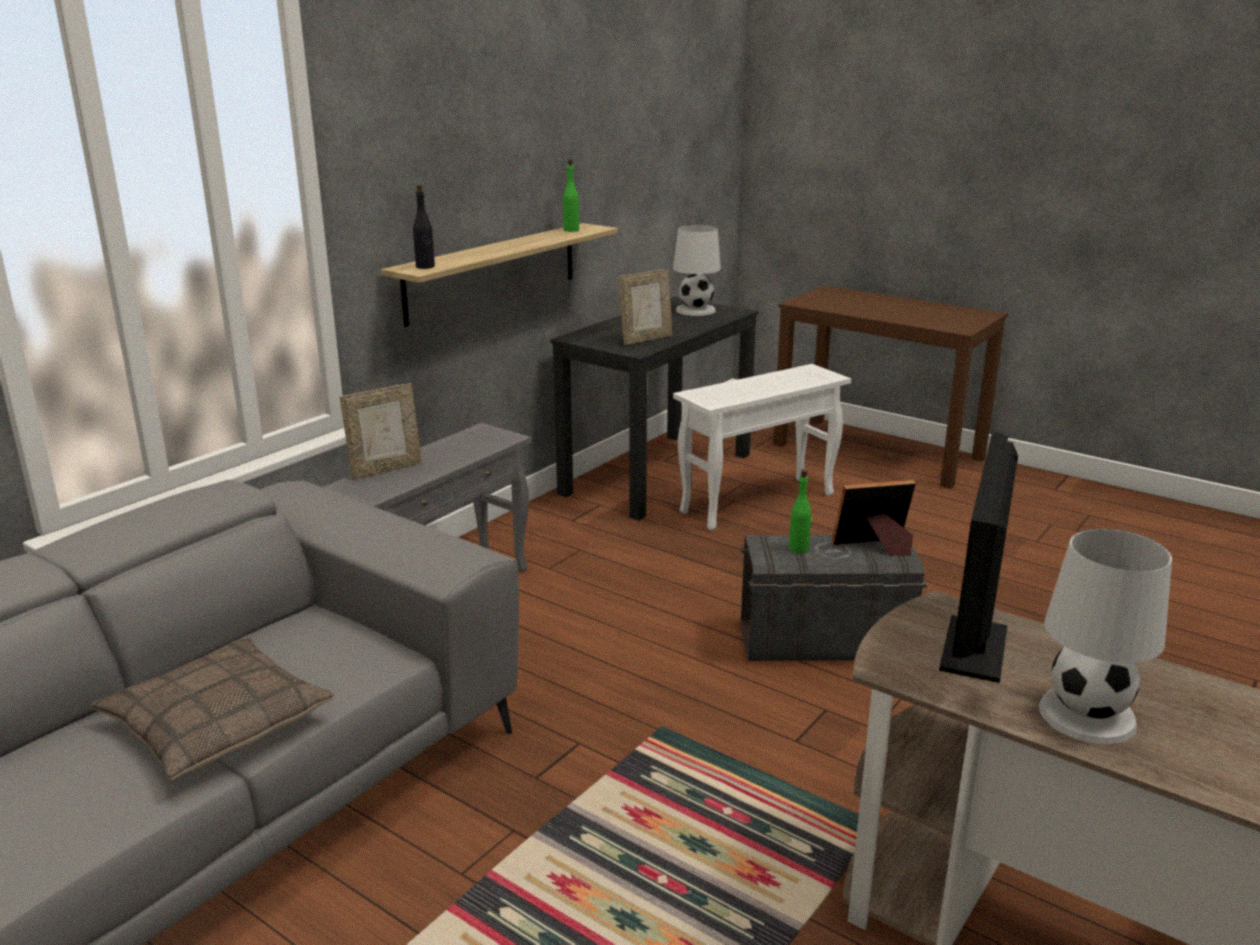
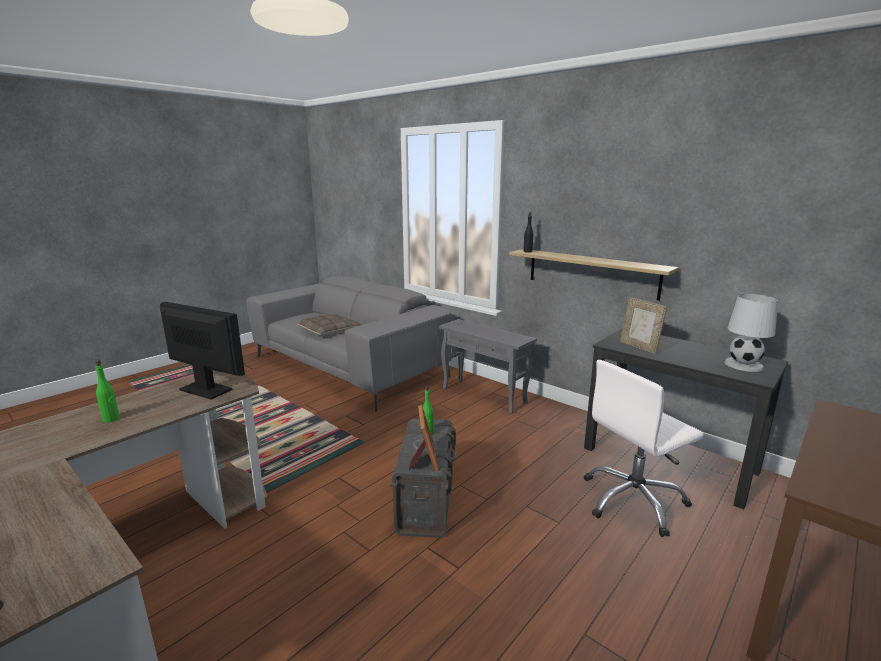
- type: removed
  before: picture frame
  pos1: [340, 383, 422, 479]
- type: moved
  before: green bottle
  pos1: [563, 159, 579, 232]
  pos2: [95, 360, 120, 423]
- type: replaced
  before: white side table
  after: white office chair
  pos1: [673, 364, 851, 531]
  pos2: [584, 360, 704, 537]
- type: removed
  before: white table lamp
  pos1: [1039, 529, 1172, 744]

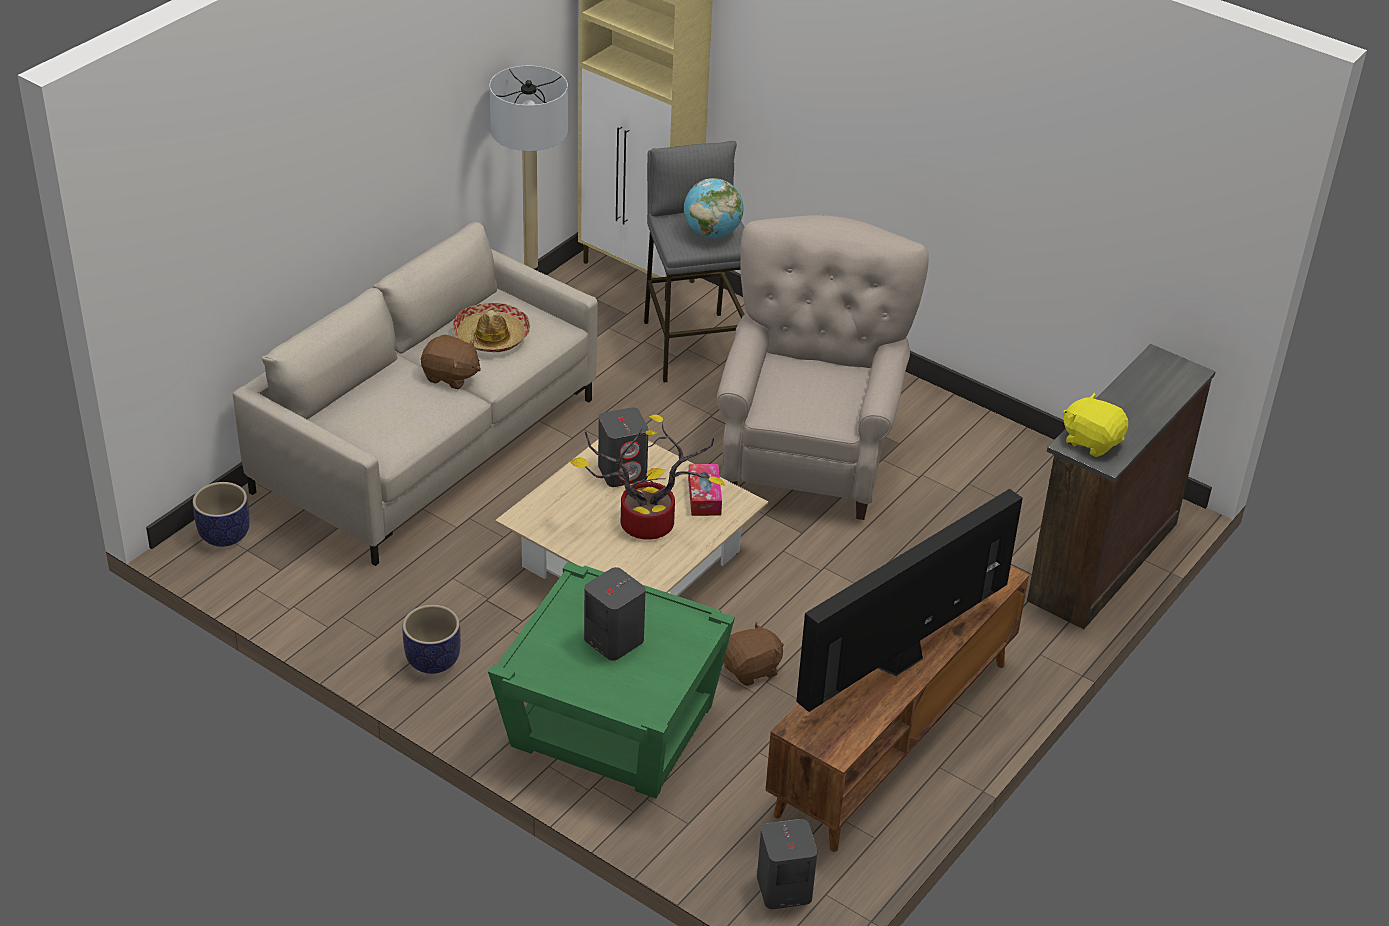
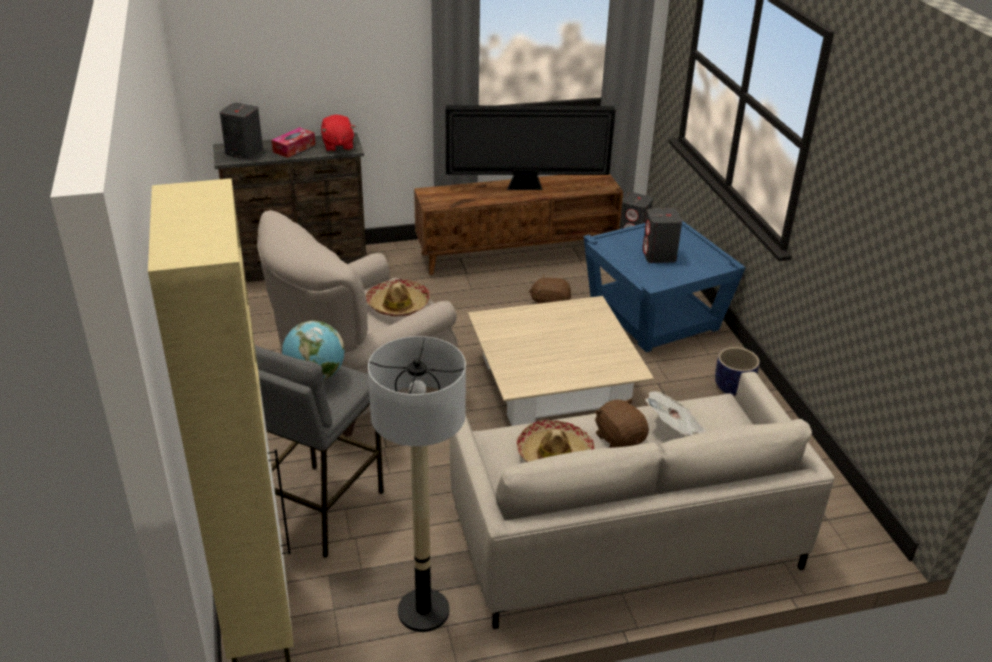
- type: removed
  before: planter
  pos1: [193, 482, 250, 547]
- type: recoloured
  before: green side table
  after: blue side table
  pos1: [488, 562, 735, 798]
  pos2: [584, 221, 746, 352]
- type: removed
  before: potted plant
  pos1: [570, 415, 725, 540]
- type: moved
  before: grey speaker
  pos1: [598, 407, 649, 487]
  pos2: [220, 103, 263, 159]
- type: moved
  before: tissue box
  pos1: [688, 464, 722, 516]
  pos2: [272, 127, 315, 158]
- type: recoloured
  before: yellow plush toy
  after: red plush toy
  pos1: [1063, 393, 1128, 457]
  pos2: [321, 115, 355, 152]
- type: added
  after: hat
  pos2: [366, 279, 430, 316]
- type: added
  after: newspaper
  pos2: [645, 391, 707, 435]

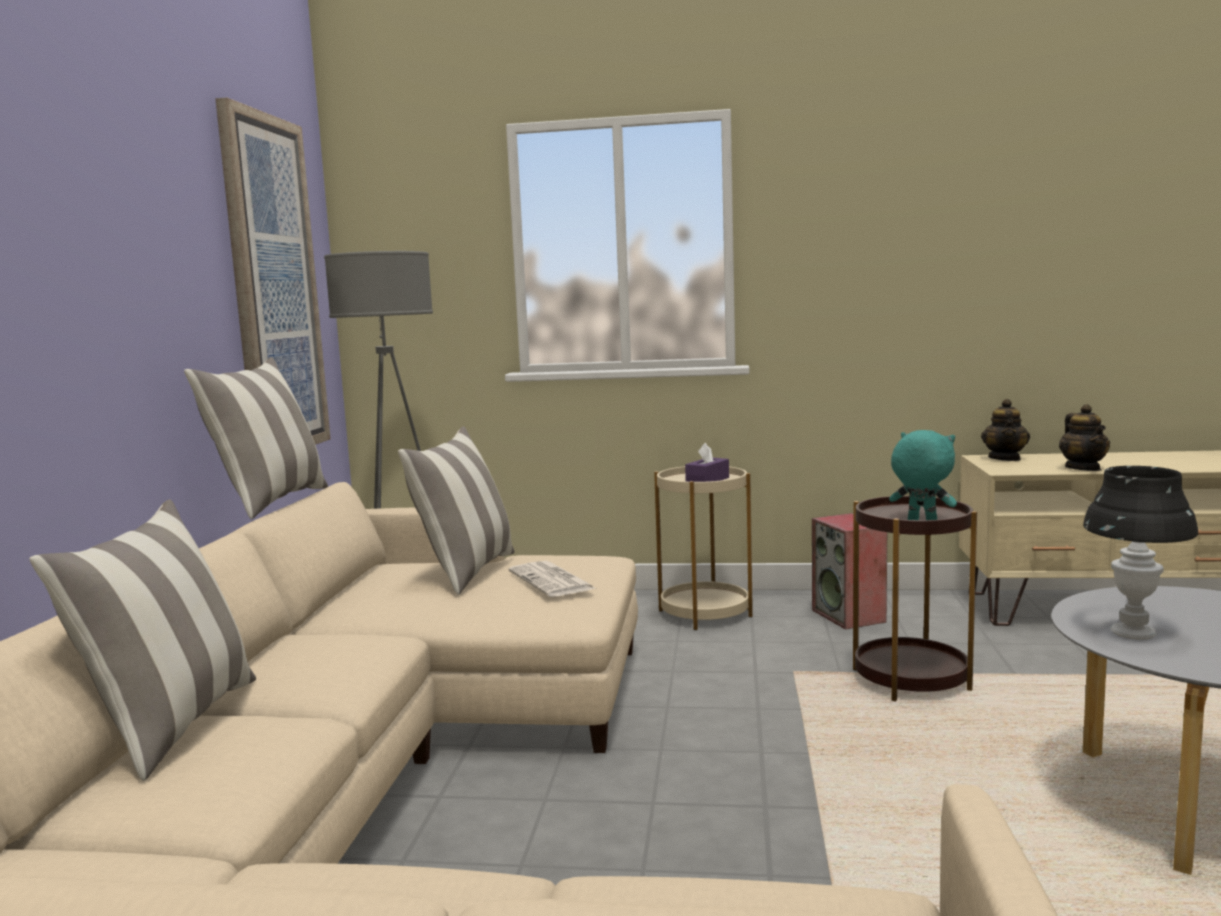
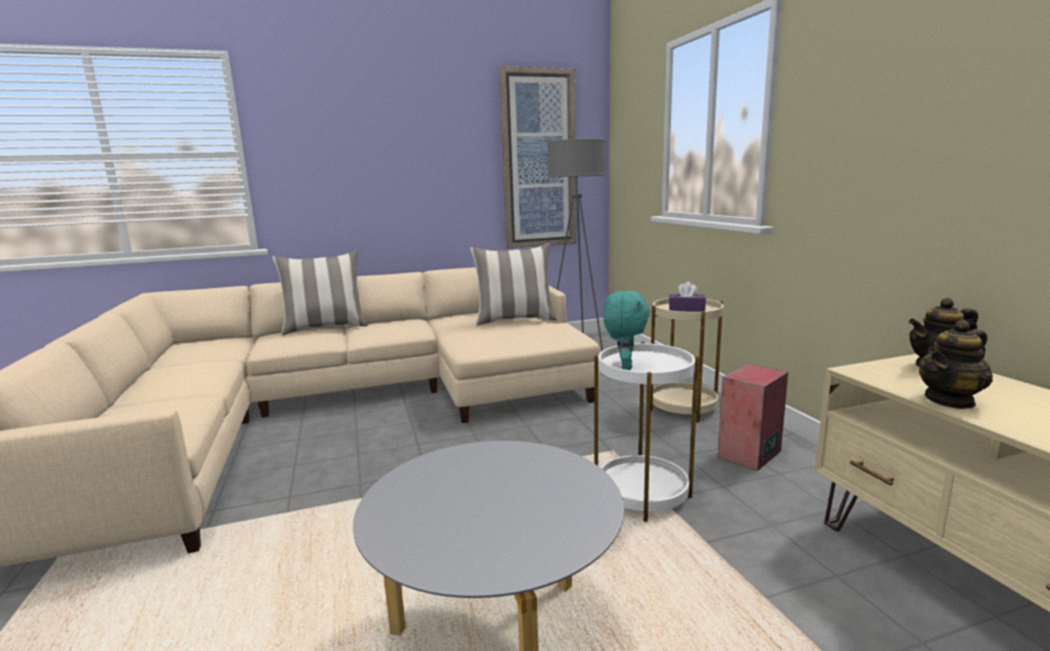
- type: removed
  before: pillow
  pos1: [184, 357, 328, 519]
- type: removed
  before: newspaper
  pos1: [508, 561, 596, 597]
- type: recoloured
  before: brown side table
  after: white side table
  pos1: [853, 496, 977, 701]
  pos2: [594, 341, 699, 522]
- type: removed
  before: black table lamp
  pos1: [1083, 466, 1198, 640]

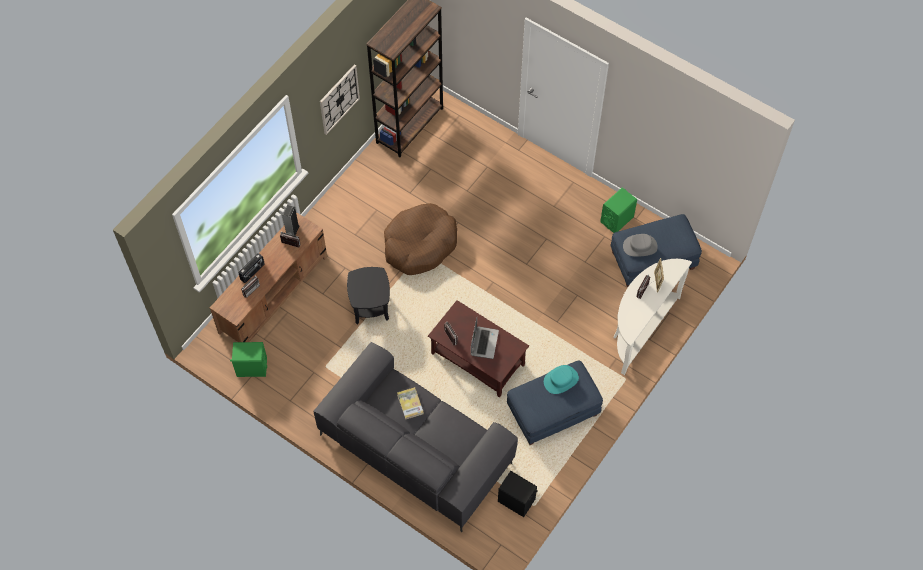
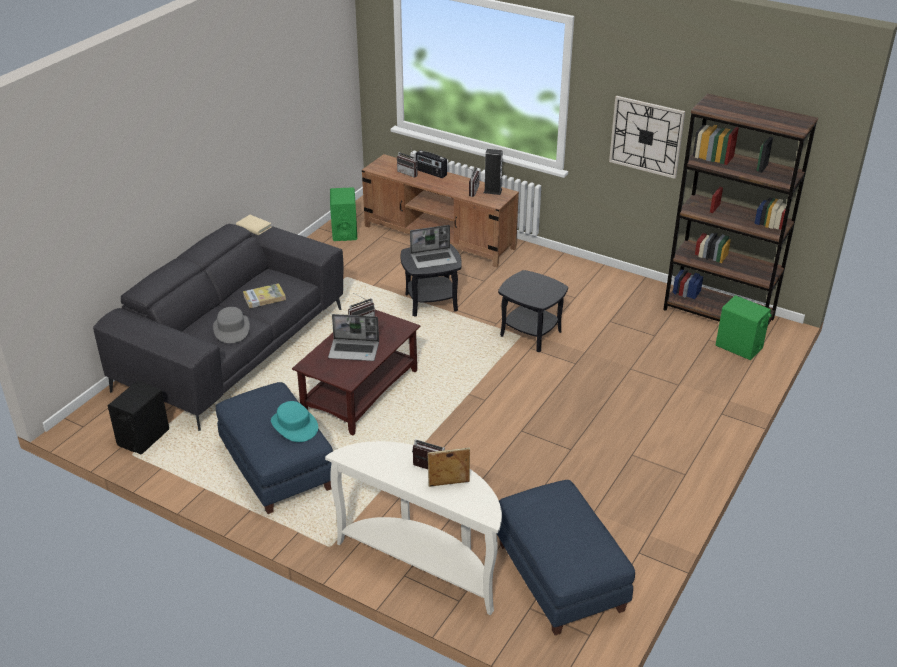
- type: replaced
  before: brown dog bed
  after: black side table
  pos1: [384, 203, 457, 275]
  pos2: [498, 270, 568, 352]
- type: moved
  before: green speaker
  pos1: [600, 188, 637, 233]
  pos2: [716, 295, 772, 360]
- type: moved
  before: grey hat
  pos1: [623, 234, 658, 257]
  pos2: [213, 307, 250, 344]
- type: added
  after: beige book
  pos2: [236, 215, 272, 235]
- type: added
  after: laptop
  pos2: [410, 225, 457, 269]

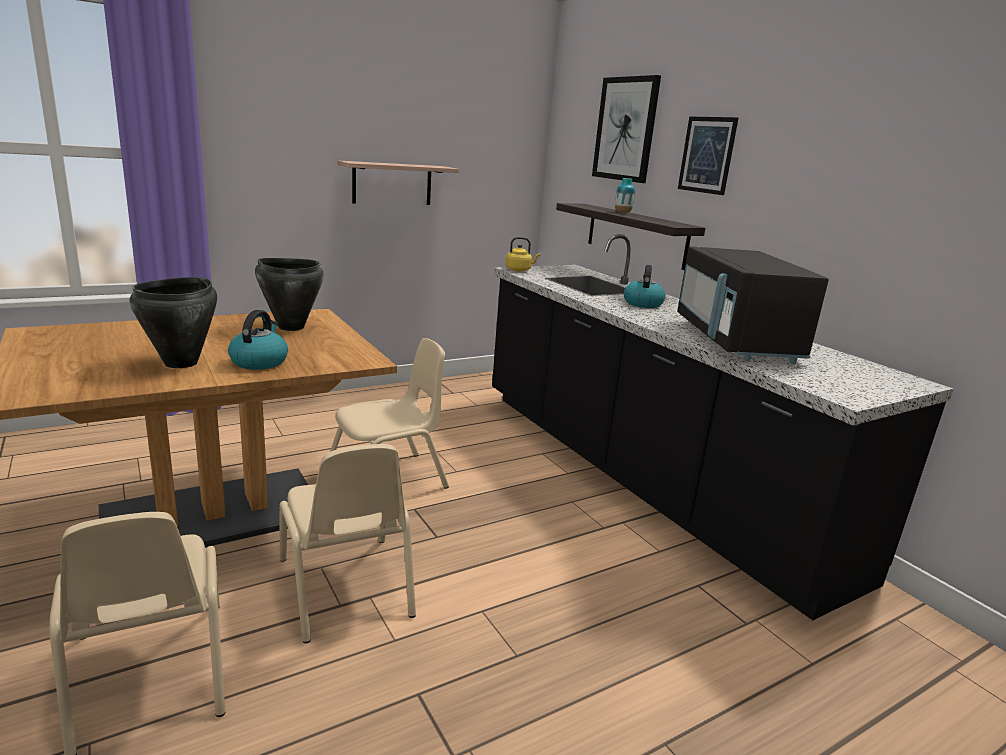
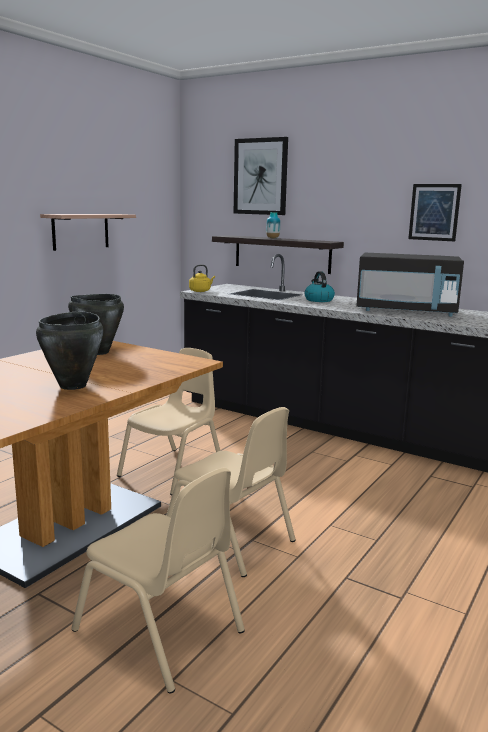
- type: removed
  before: kettle
  pos1: [228, 310, 288, 370]
- type: turned
  before: black microwave
  pos1: [677, 246, 829, 363]
  pos2: [356, 253, 464, 316]
  turn: -45
- type: moved
  before: picture
  pos1: [678, 116, 738, 195]
  pos2: [408, 184, 462, 242]

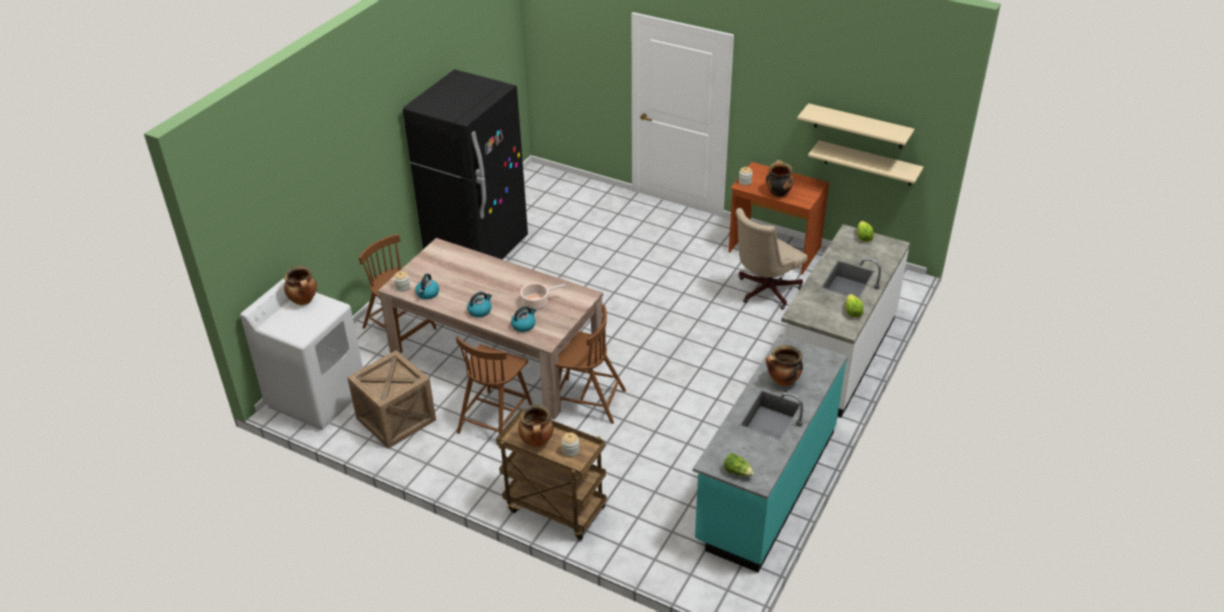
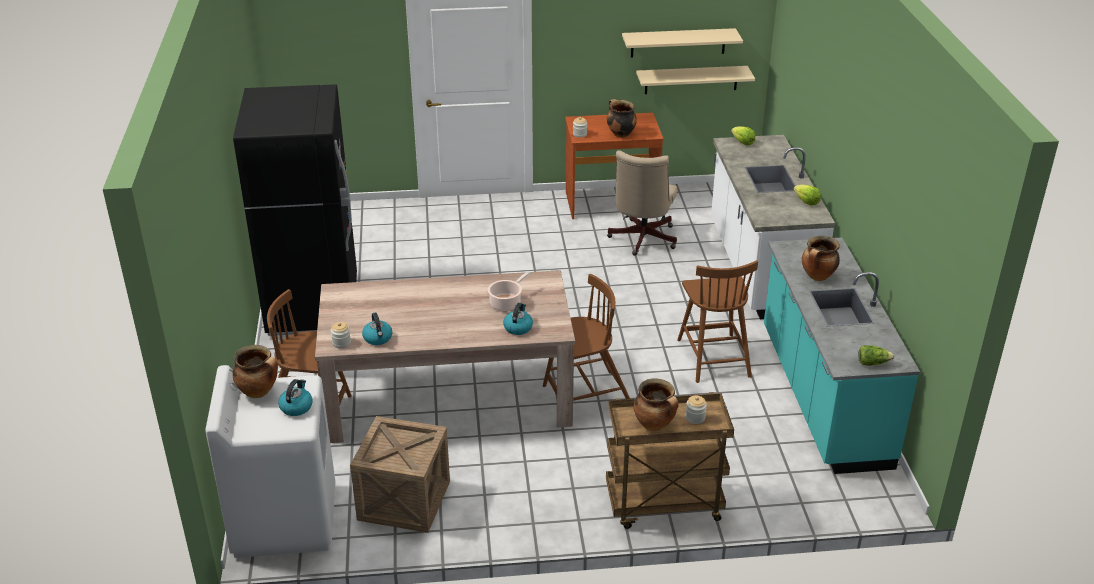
- type: moved
  before: brown chair
  pos1: [456, 336, 533, 448]
  pos2: [677, 260, 758, 383]
- type: moved
  before: kettle
  pos1: [467, 292, 492, 317]
  pos2: [278, 379, 313, 416]

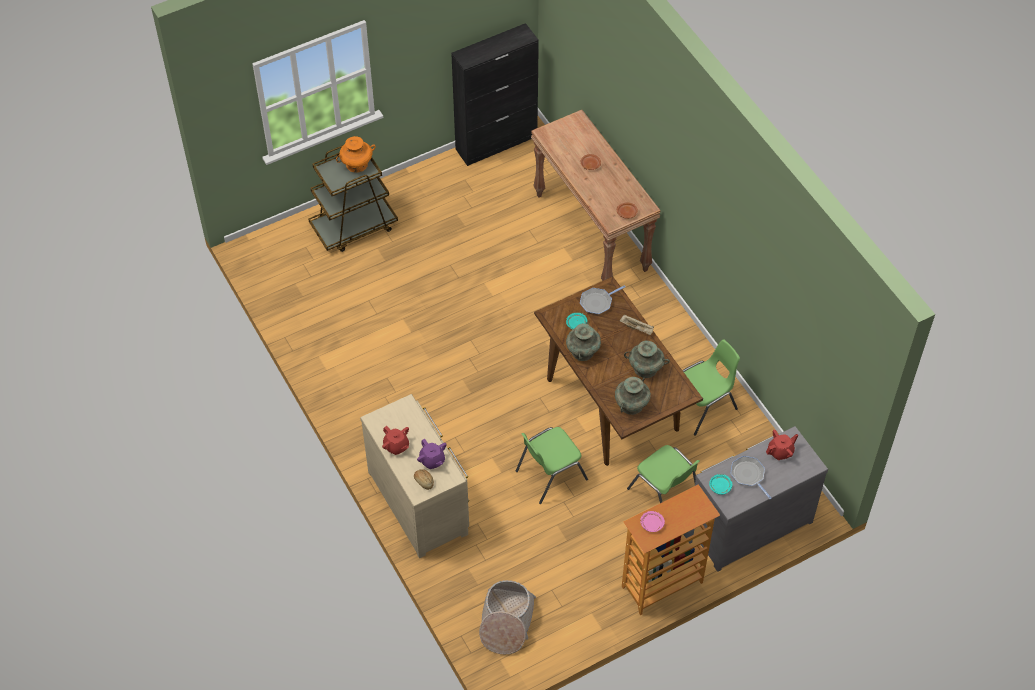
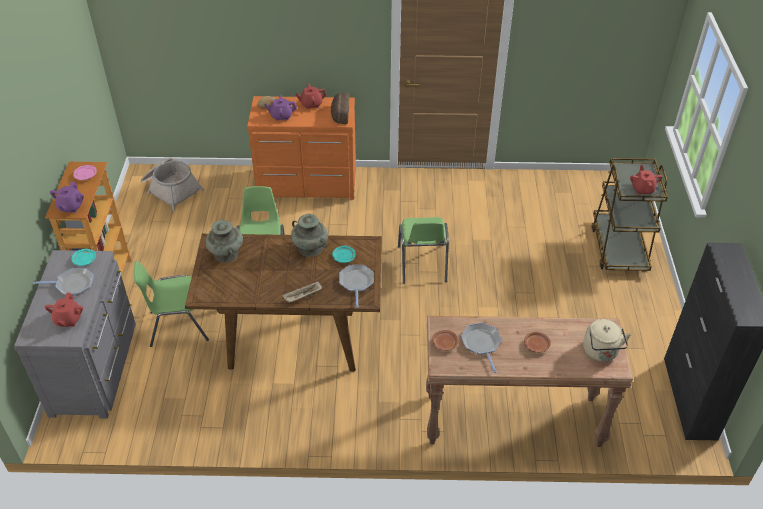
- type: replaced
  before: orange vase
  after: red teapot
  pos1: [336, 136, 376, 173]
  pos2: [630, 165, 662, 195]
- type: recoloured
  before: beige dresser
  after: orange dresser
  pos1: [360, 394, 469, 558]
  pos2: [247, 96, 356, 200]
- type: removed
  before: turquoise vase
  pos1: [624, 340, 670, 378]
- type: moved
  before: green chair
  pos1: [682, 339, 740, 436]
  pos2: [398, 217, 449, 284]
- type: added
  after: purple teapot
  pos2: [50, 181, 84, 213]
- type: added
  after: bread
  pos2: [331, 93, 349, 124]
- type: added
  after: frying pan
  pos2: [461, 323, 502, 373]
- type: added
  after: beige kettle
  pos2: [583, 319, 631, 362]

